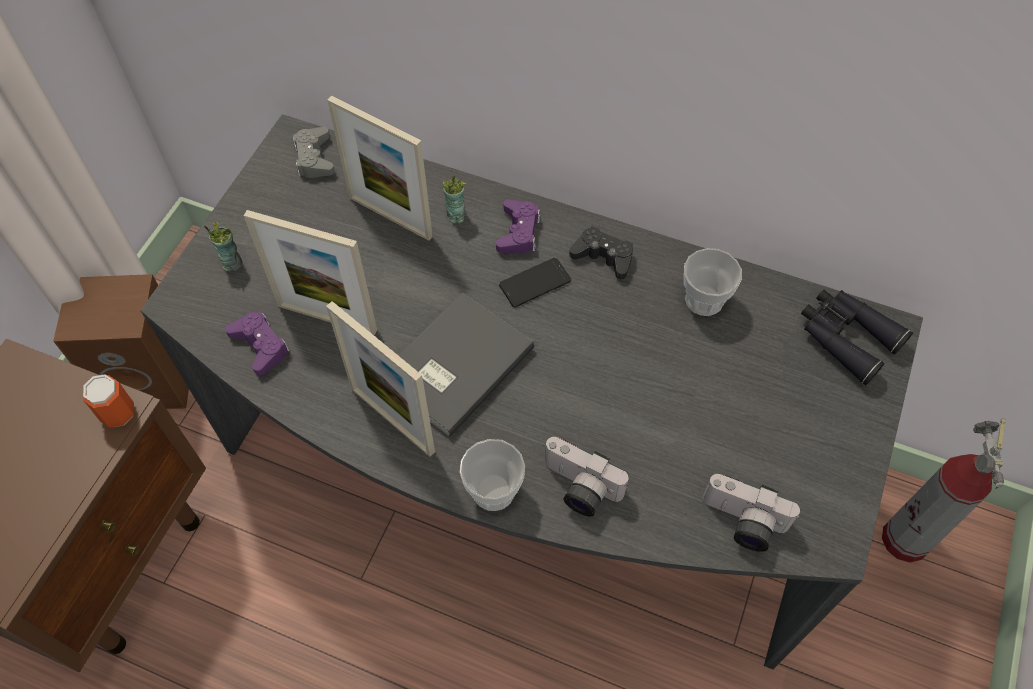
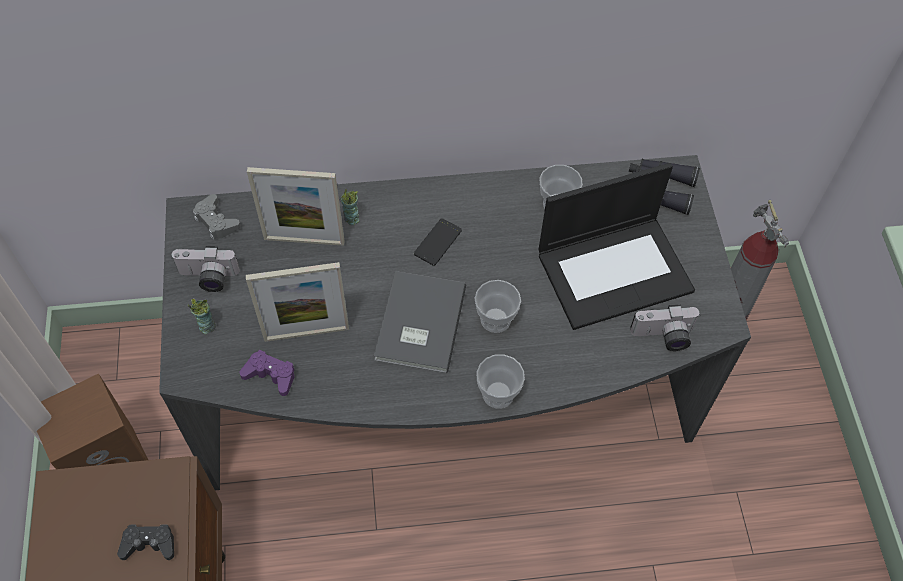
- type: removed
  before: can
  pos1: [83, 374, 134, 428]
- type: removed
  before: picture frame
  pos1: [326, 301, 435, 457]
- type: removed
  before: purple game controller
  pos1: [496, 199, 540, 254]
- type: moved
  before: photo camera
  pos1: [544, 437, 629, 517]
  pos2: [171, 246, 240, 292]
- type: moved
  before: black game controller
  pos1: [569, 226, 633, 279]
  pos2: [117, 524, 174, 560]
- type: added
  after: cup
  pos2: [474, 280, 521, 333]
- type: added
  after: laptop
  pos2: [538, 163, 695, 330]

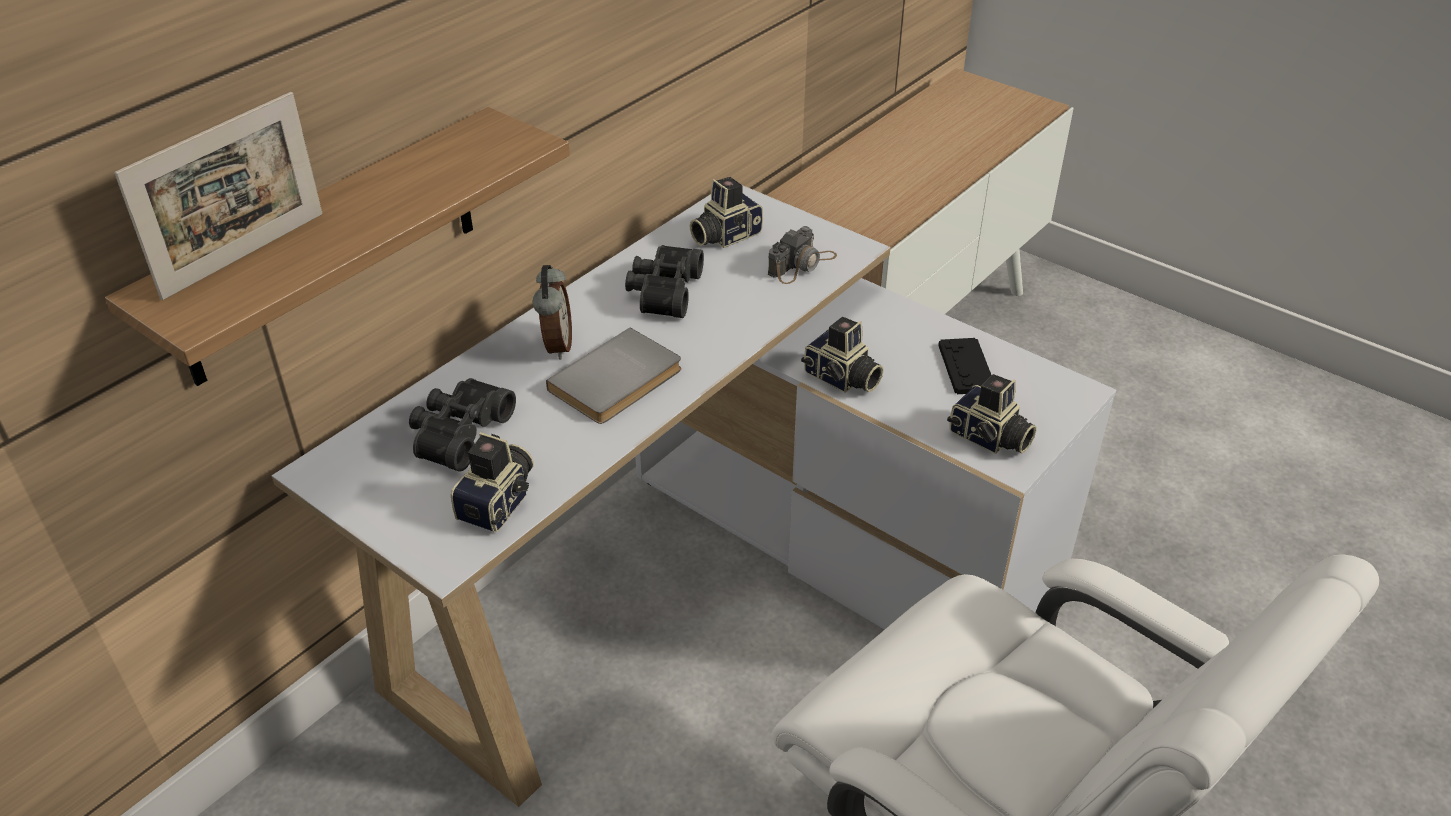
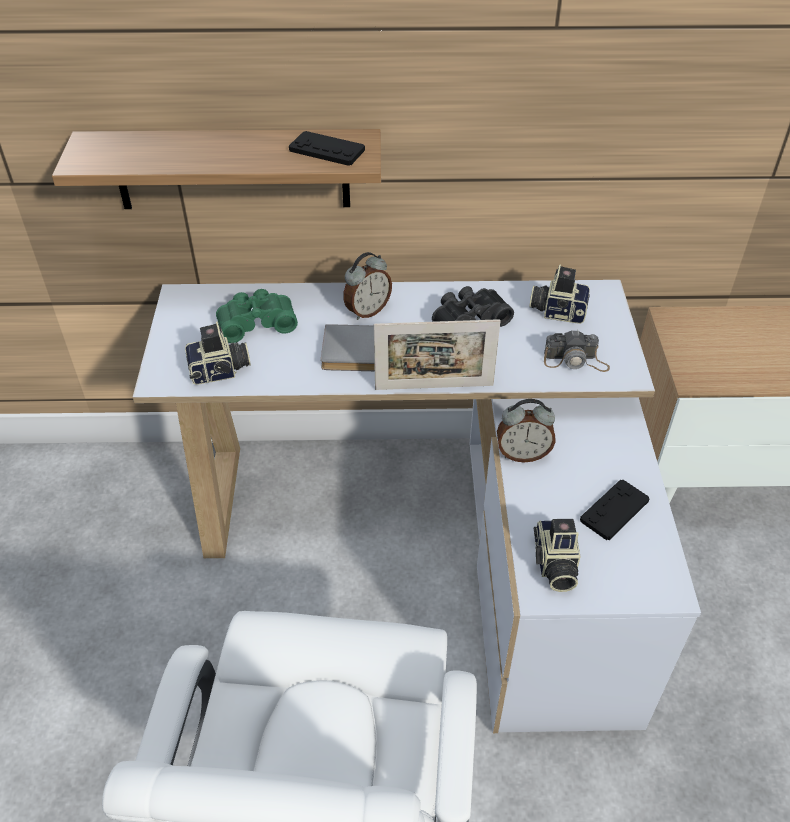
- type: moved
  before: picture frame
  pos1: [114, 92, 323, 300]
  pos2: [374, 319, 500, 390]
- type: recoloured
  before: black binoculars
  after: green binoculars
  pos1: [409, 378, 516, 472]
  pos2: [216, 289, 298, 343]
- type: replaced
  before: photo camera
  after: alarm clock
  pos1: [801, 317, 884, 393]
  pos2: [497, 399, 556, 463]
- type: added
  after: black game controller
  pos2: [289, 131, 365, 166]

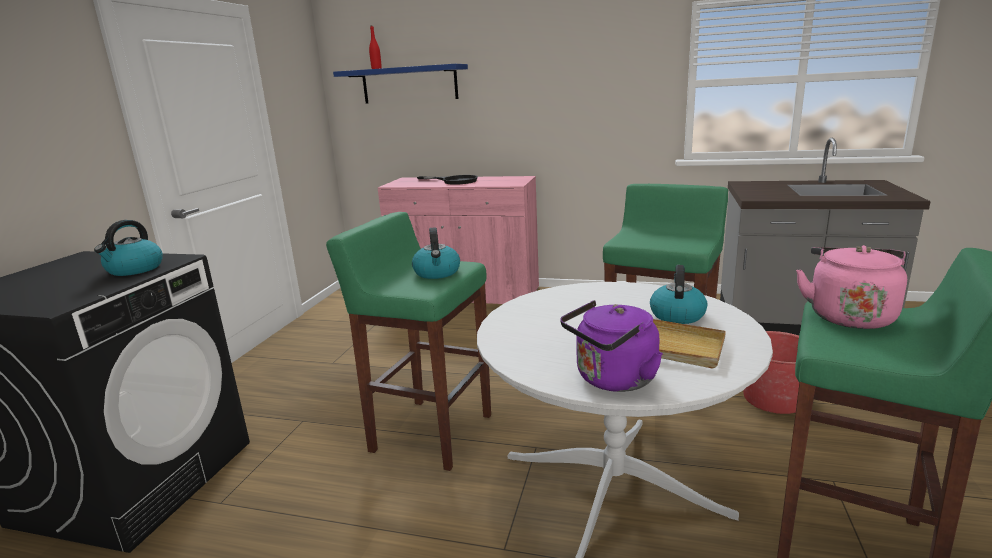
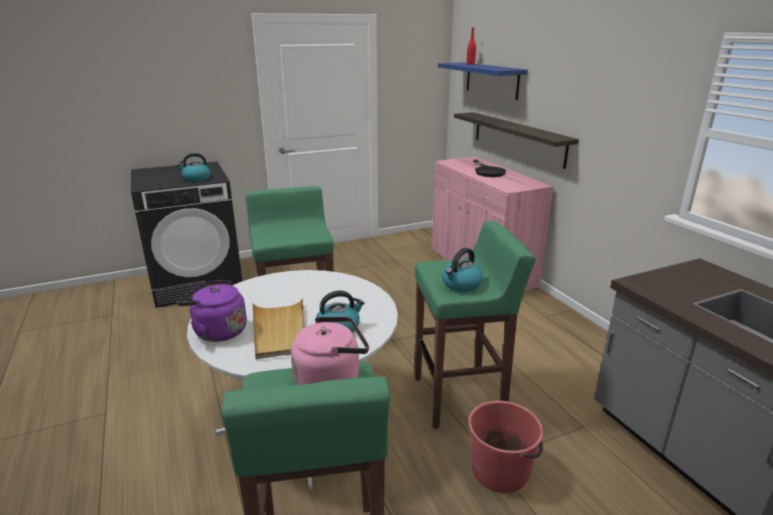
- type: moved
  before: kettle
  pos1: [412, 227, 460, 279]
  pos2: [442, 248, 483, 292]
- type: added
  after: shelf
  pos2: [454, 112, 579, 169]

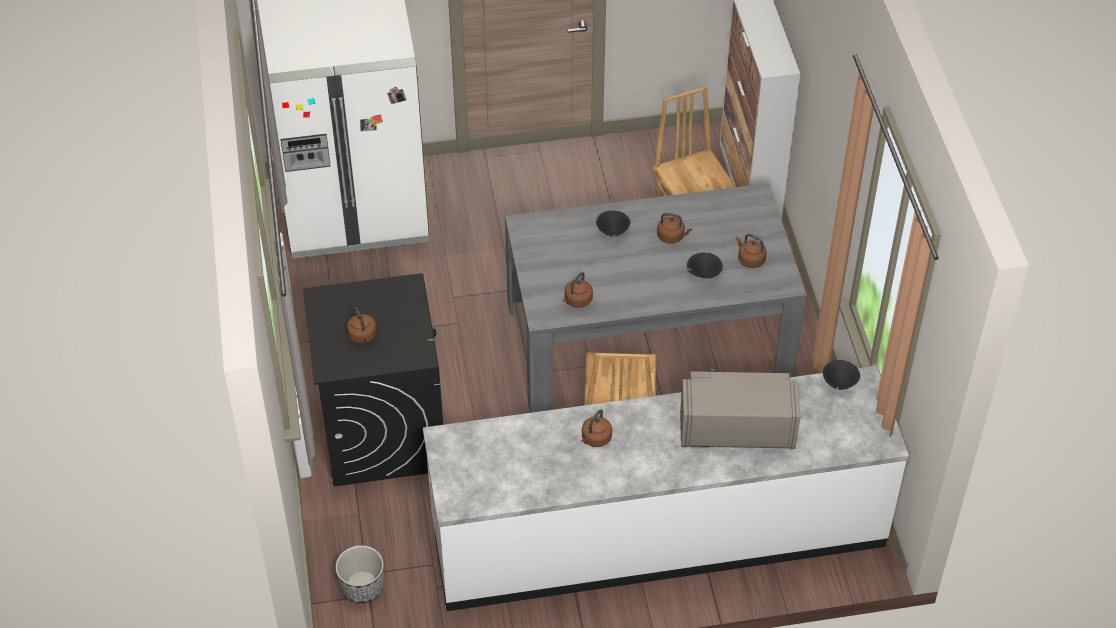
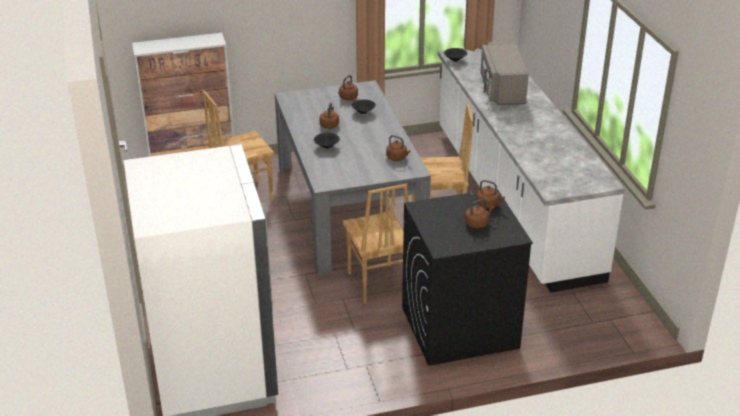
- type: removed
  before: planter
  pos1: [335, 545, 384, 603]
- type: moved
  before: brown kettle
  pos1: [581, 409, 612, 447]
  pos2: [476, 180, 505, 208]
- type: added
  after: brown chair
  pos2: [342, 184, 408, 304]

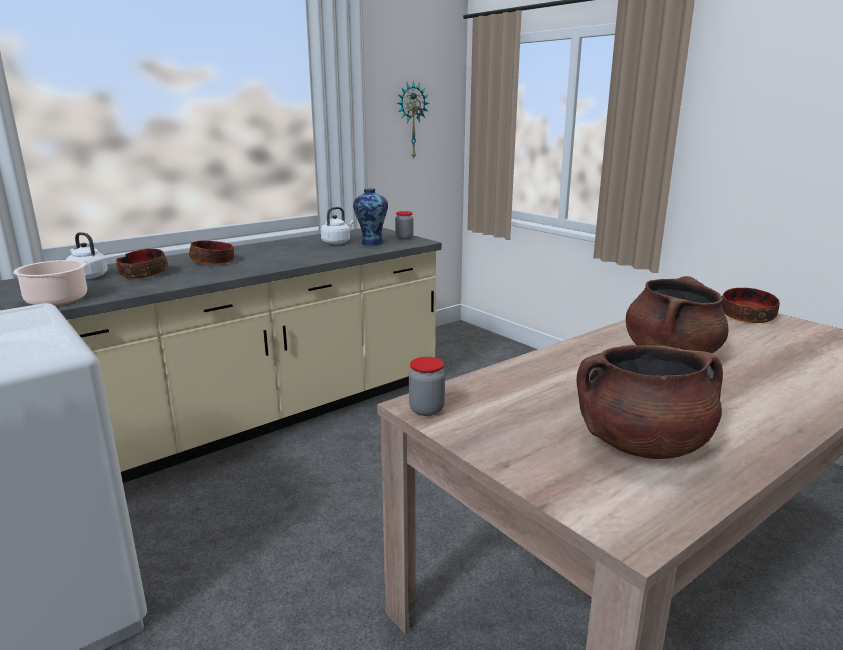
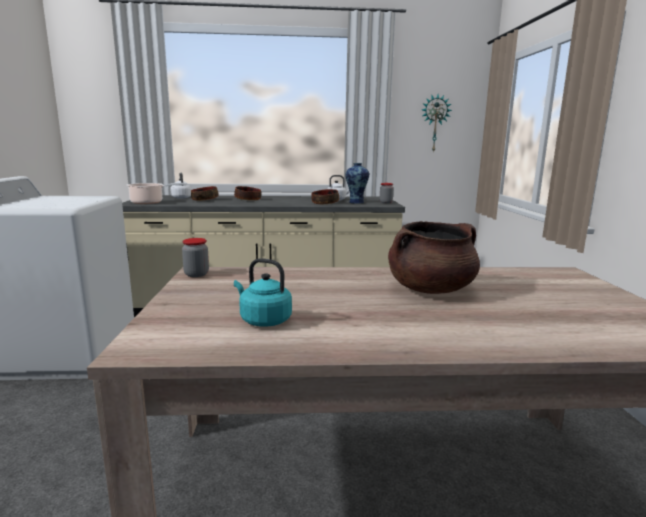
- type: replaced
  before: brown cooking pot
  after: turquoise kettle
  pos1: [576, 345, 723, 459]
  pos2: [234, 258, 292, 327]
- type: moved
  before: bowl
  pos1: [721, 288, 780, 323]
  pos2: [311, 189, 339, 204]

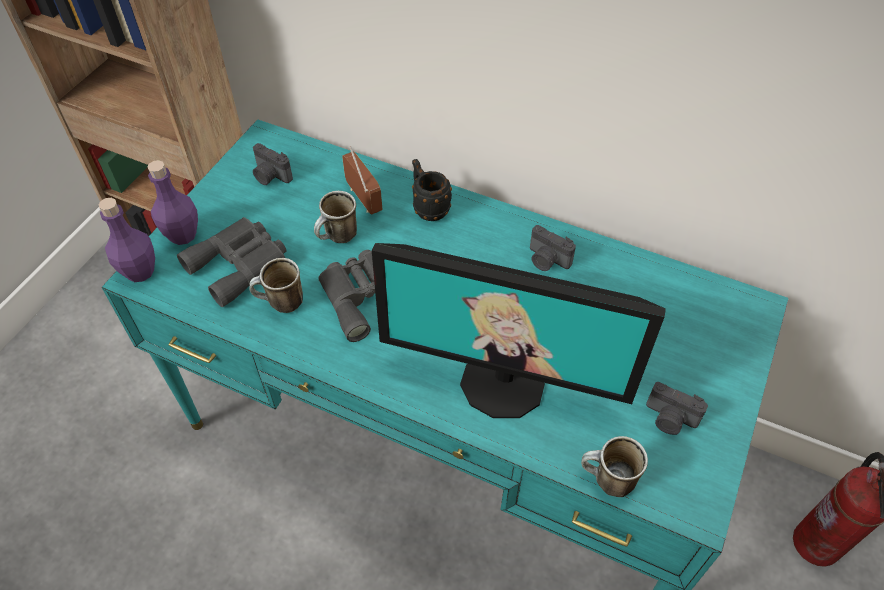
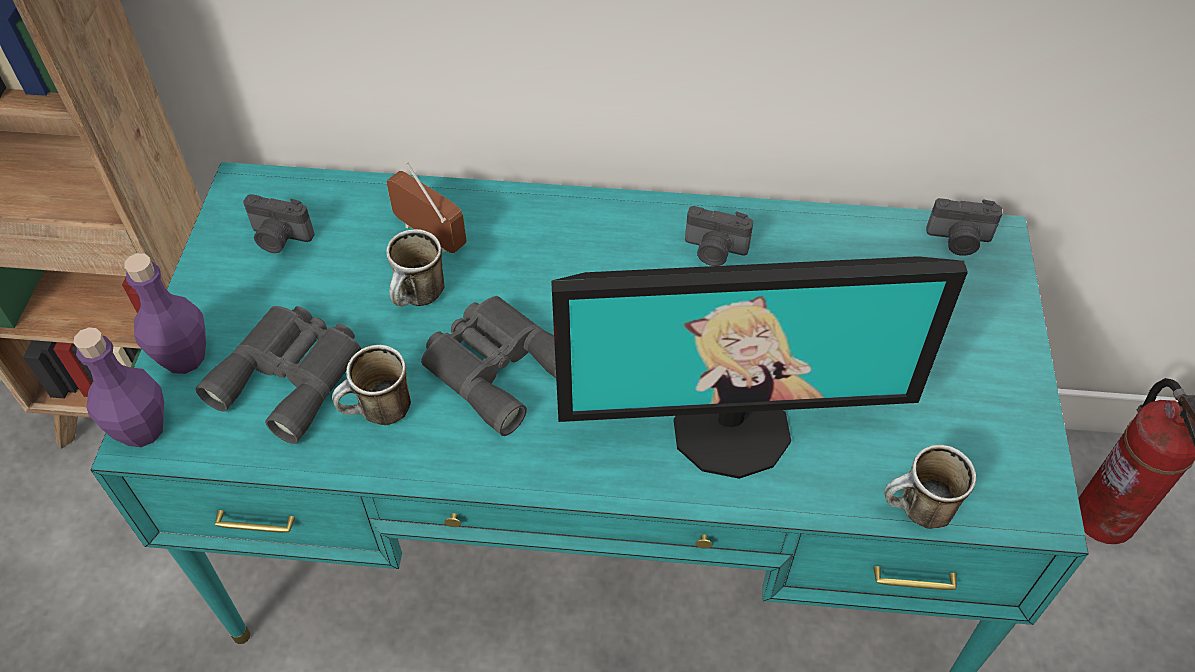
- type: removed
  before: black mug
  pos1: [412, 159, 452, 221]
- type: moved
  before: photo camera
  pos1: [646, 382, 708, 435]
  pos2: [927, 198, 1003, 256]

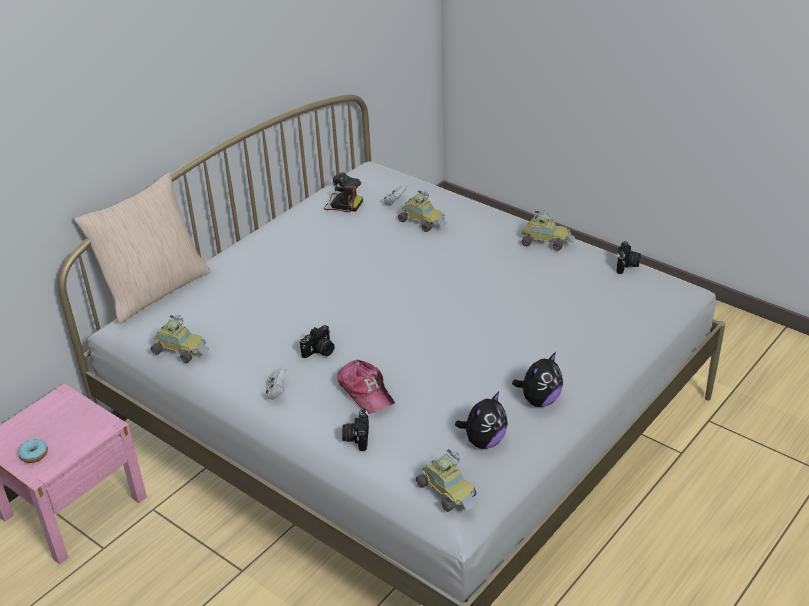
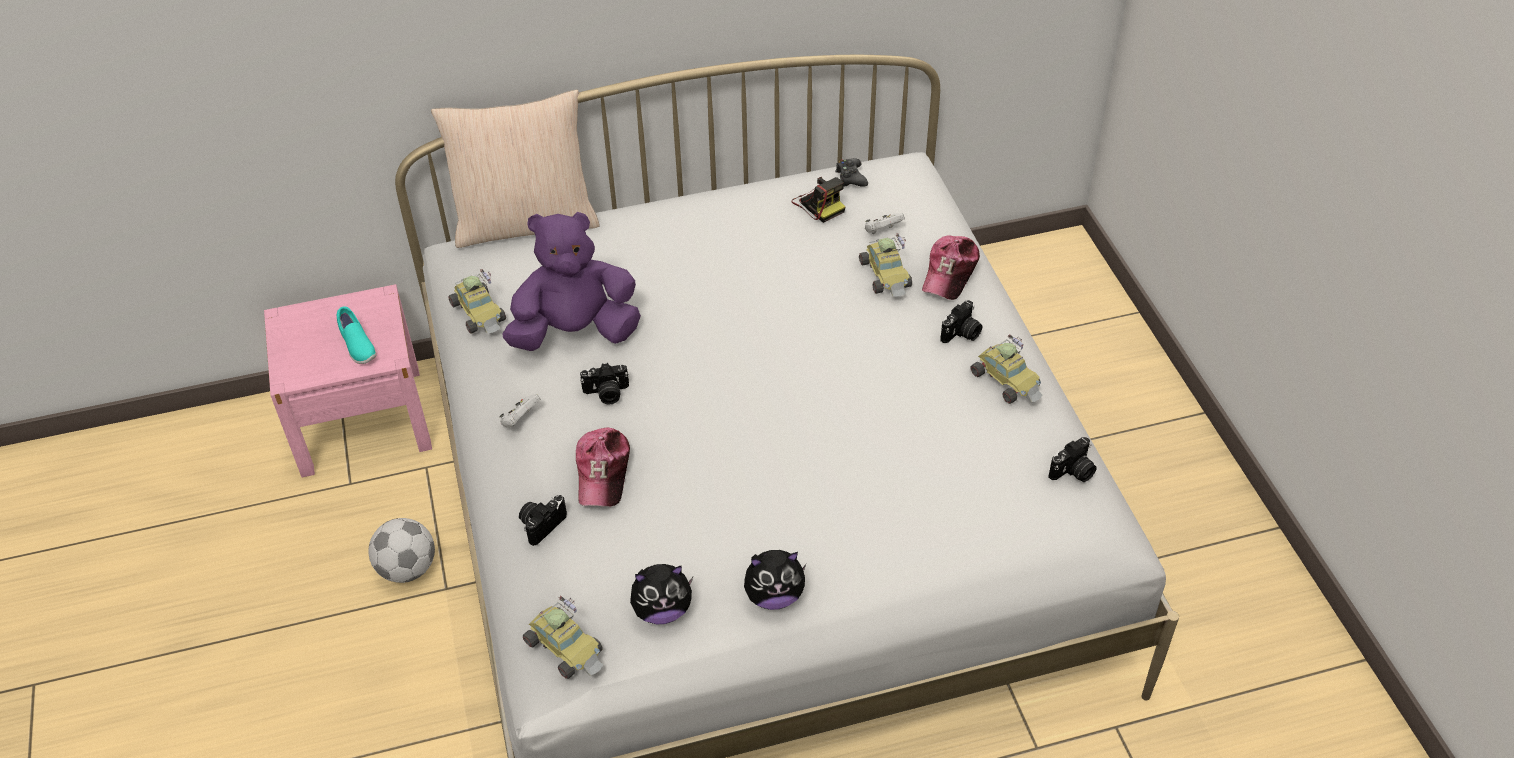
- type: removed
  before: donut
  pos1: [18, 439, 48, 463]
- type: turned
  before: toy car
  pos1: [416, 449, 476, 512]
  pos2: [523, 596, 603, 679]
  turn: -45
- type: added
  after: turquoise shoe
  pos2: [337, 306, 377, 364]
- type: added
  after: football
  pos2: [368, 518, 435, 583]
- type: added
  after: purple plush toy
  pos2: [502, 212, 641, 351]
- type: added
  after: cap
  pos2: [922, 235, 980, 300]
- type: added
  after: photo camera
  pos2: [941, 300, 982, 343]

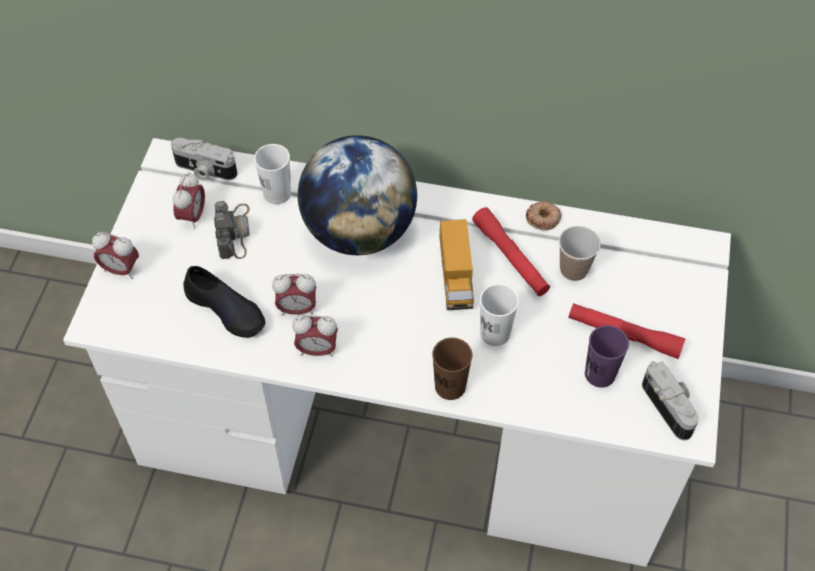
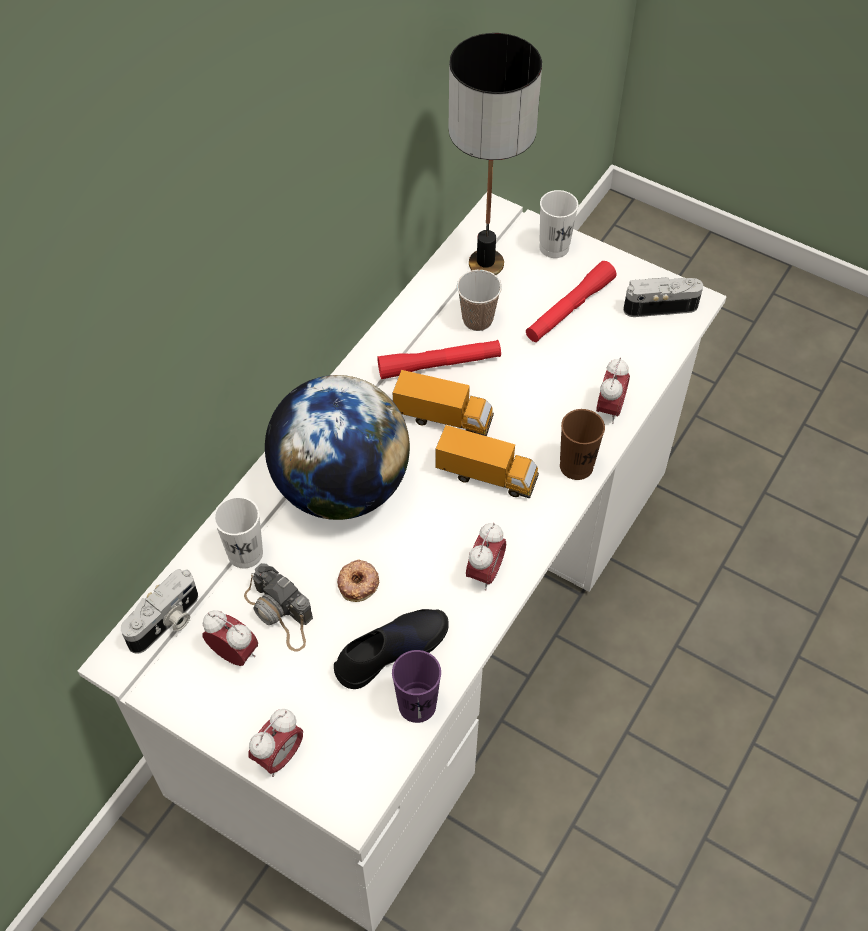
- type: turned
  before: photo camera
  pos1: [214, 201, 250, 259]
  pos2: [244, 563, 313, 652]
  turn: -150
- type: moved
  before: alarm clock
  pos1: [272, 274, 316, 316]
  pos2: [596, 358, 630, 424]
- type: moved
  before: white cup
  pos1: [480, 284, 519, 346]
  pos2: [539, 190, 578, 258]
- type: moved
  before: donut
  pos1: [526, 201, 561, 230]
  pos2: [337, 559, 379, 602]
- type: moved
  before: purple cup
  pos1: [585, 325, 629, 388]
  pos2: [392, 650, 441, 723]
- type: added
  after: toy truck
  pos2: [435, 425, 539, 498]
- type: added
  after: table lamp
  pos2: [448, 33, 542, 275]

